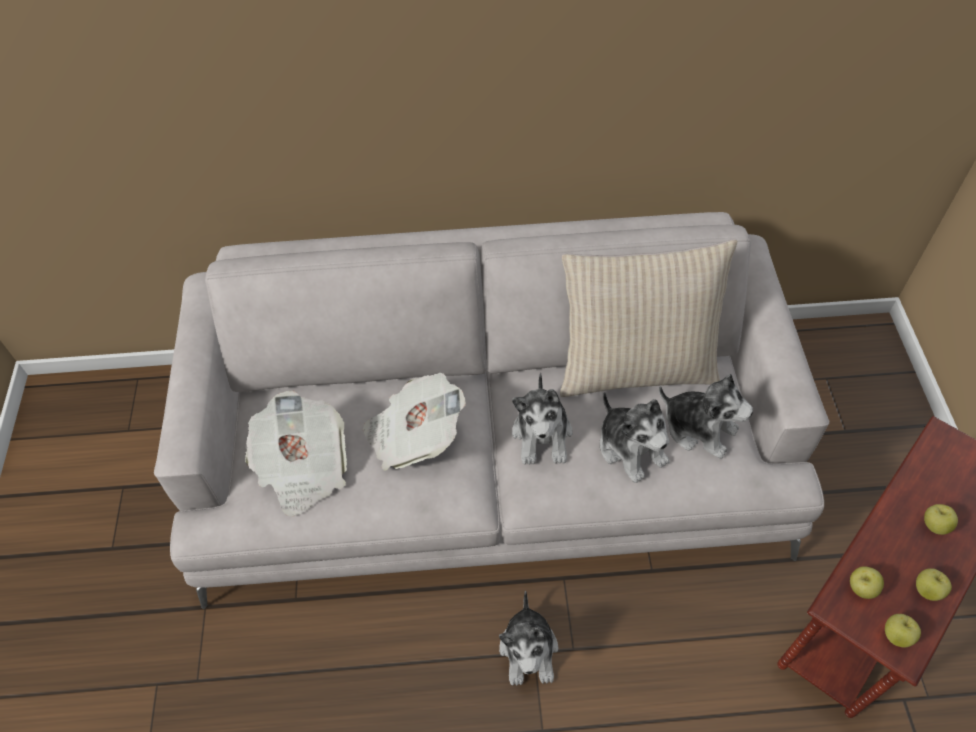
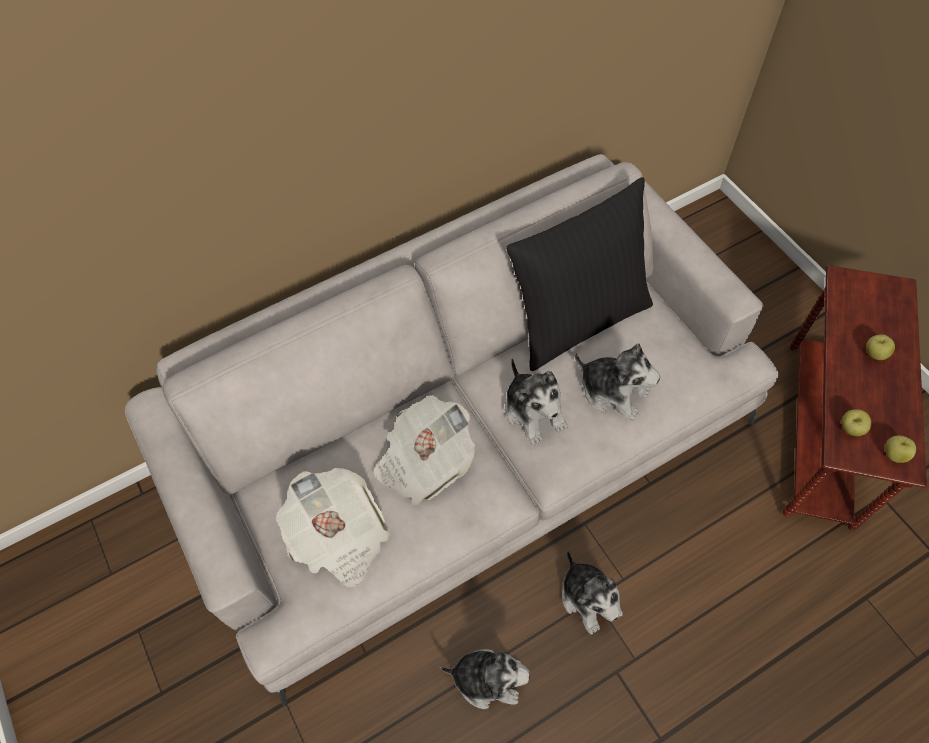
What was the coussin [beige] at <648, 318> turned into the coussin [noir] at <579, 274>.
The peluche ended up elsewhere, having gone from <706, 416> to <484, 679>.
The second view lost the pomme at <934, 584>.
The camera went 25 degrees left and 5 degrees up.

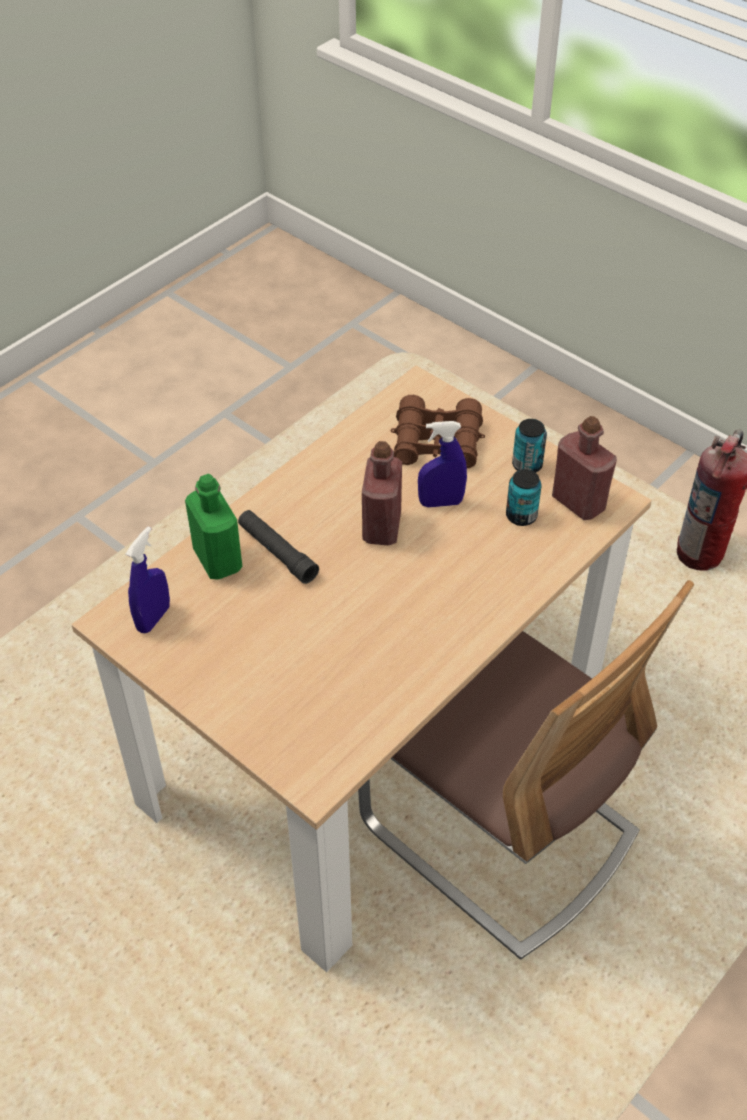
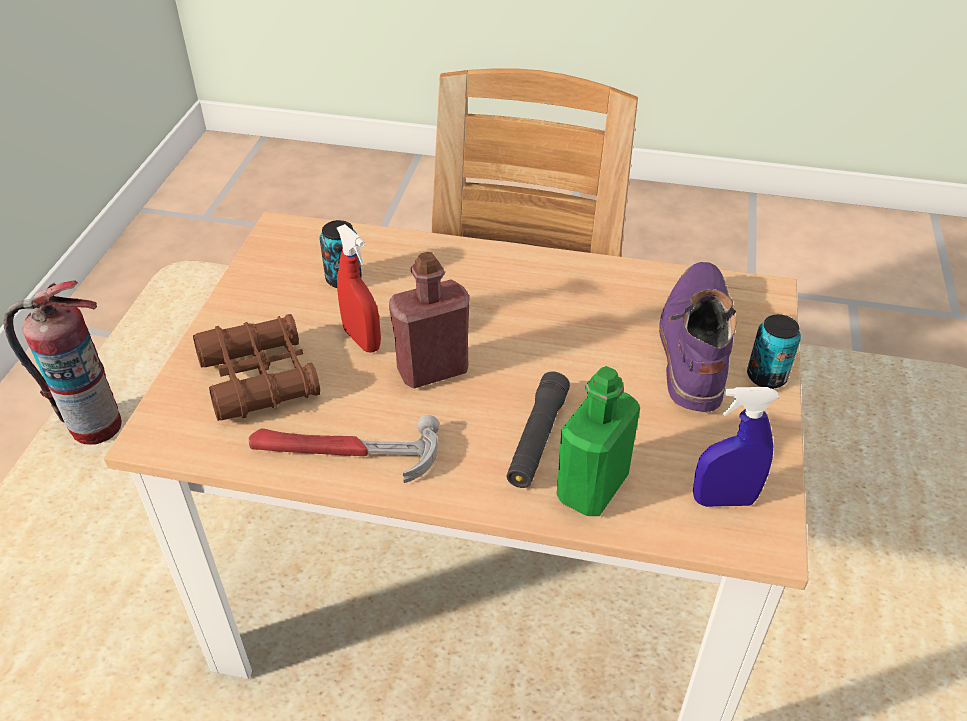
The second view lost the bouteille [rouge] at <584, 468>.
The boîte métallique ended up elsewhere, having gone from <529, 445> to <774, 351>.
What was the vaporisateur [bleu] at <442, 464> turned into the vaporisateur [rouge] at <359, 288>.
The second view gained the botte [violet] at <697, 337>.
The second view gained the marteau at <344, 449>.
The camera went 120 degrees left and 5 degrees down.

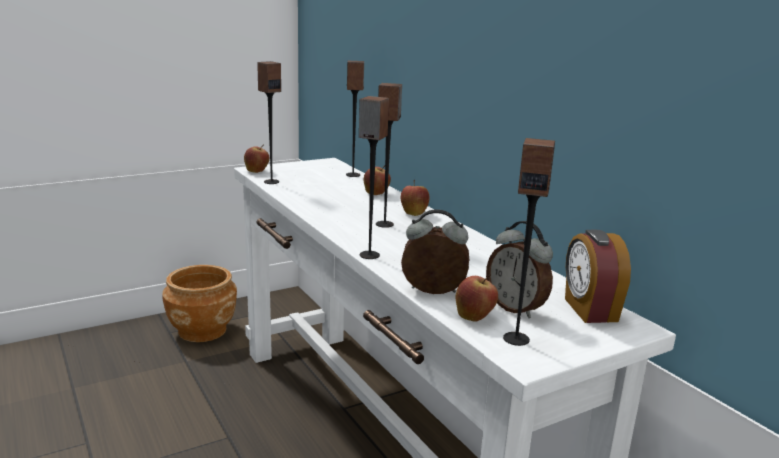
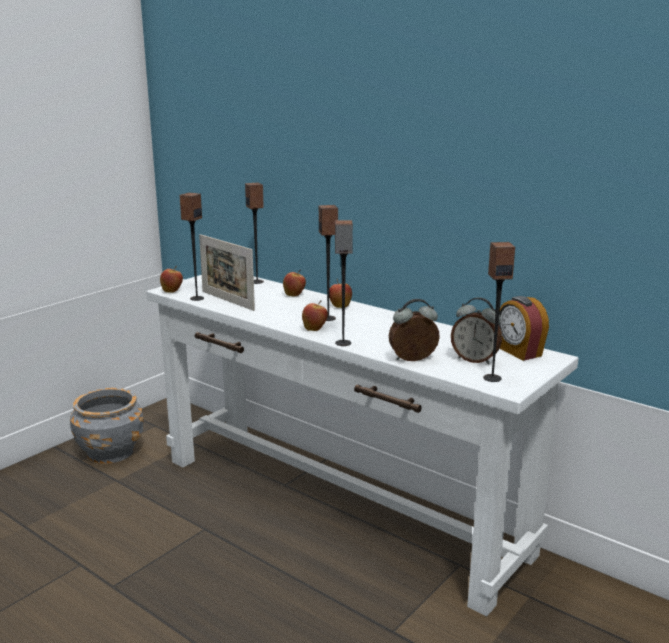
What was the cache-pot [marron] at <200, 303> turned into the cache-pot [gris] at <106, 426>.
The pomme ended up elsewhere, having gone from <477, 298> to <315, 315>.
The second view gained the cadre photo at <227, 272>.
The camera went 20 degrees left and 0 degrees up.

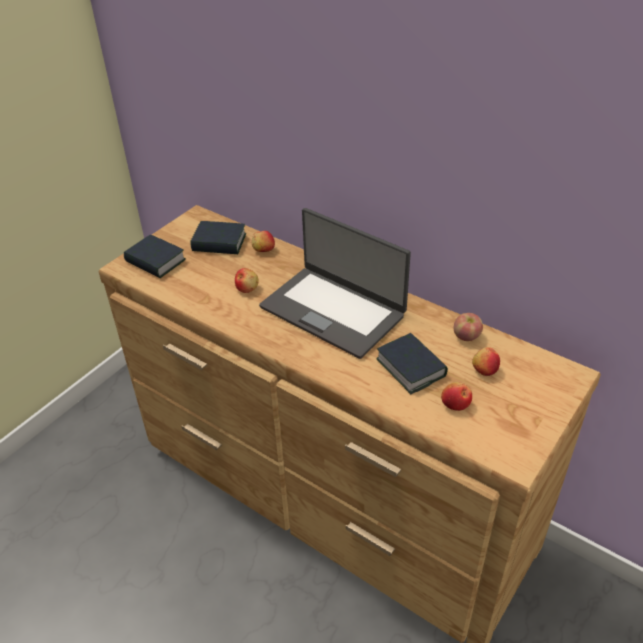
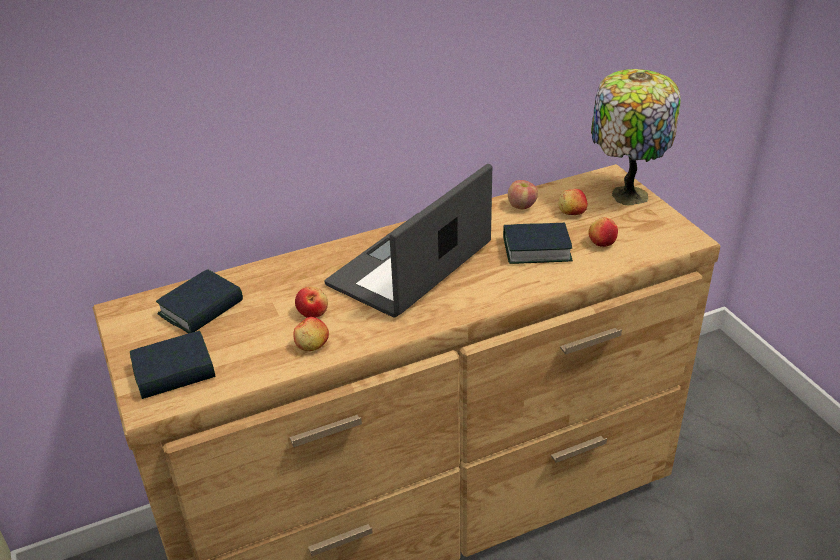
The ordinateur portable at <335, 283> ended up facing another way, 150 degrees clockwise from before.
The pomme ended up elsewhere, having gone from <263, 241> to <311, 334>.
The second view gained the lampe de table at <636, 137>.
The camera went 60 degrees left and 5 degrees down.

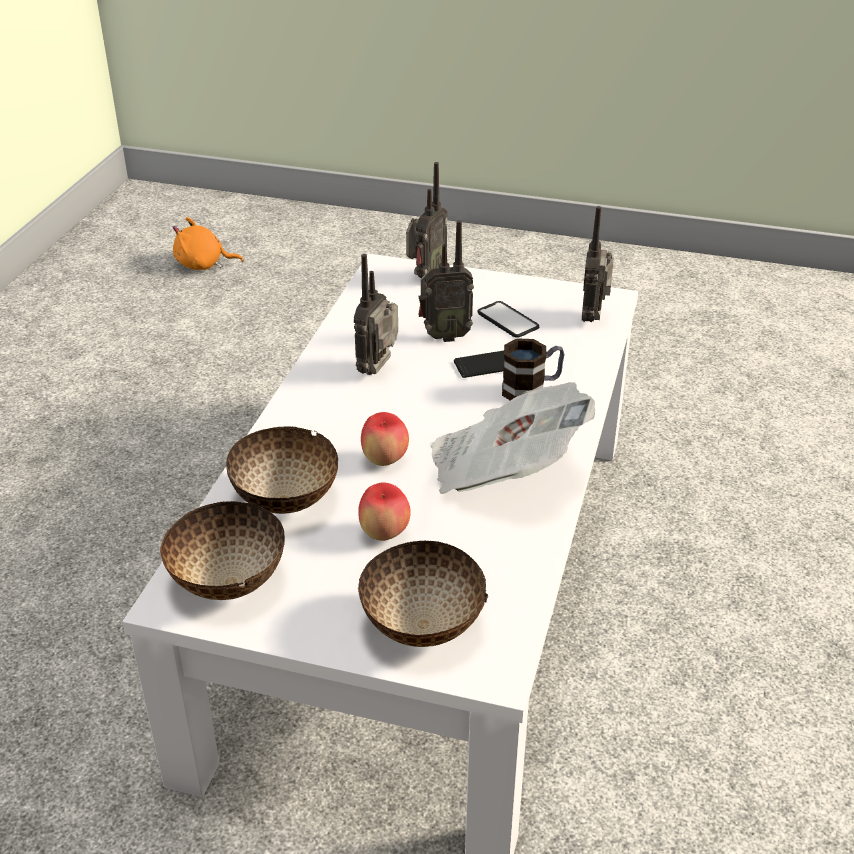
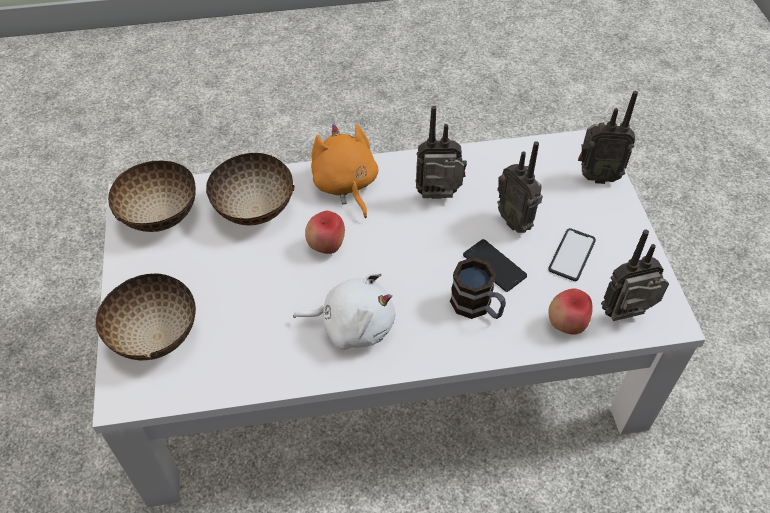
The peluche [orange] ended up elsewhere, having gone from <208, 243> to <344, 170>.
Where the journal stood at <513, 438>, the peluche [blanc] came to stand at <344, 311>.
The pomme ended up elsewhere, having gone from <384, 511> to <571, 311>.
The camera went 65 degrees right and 15 degrees up.

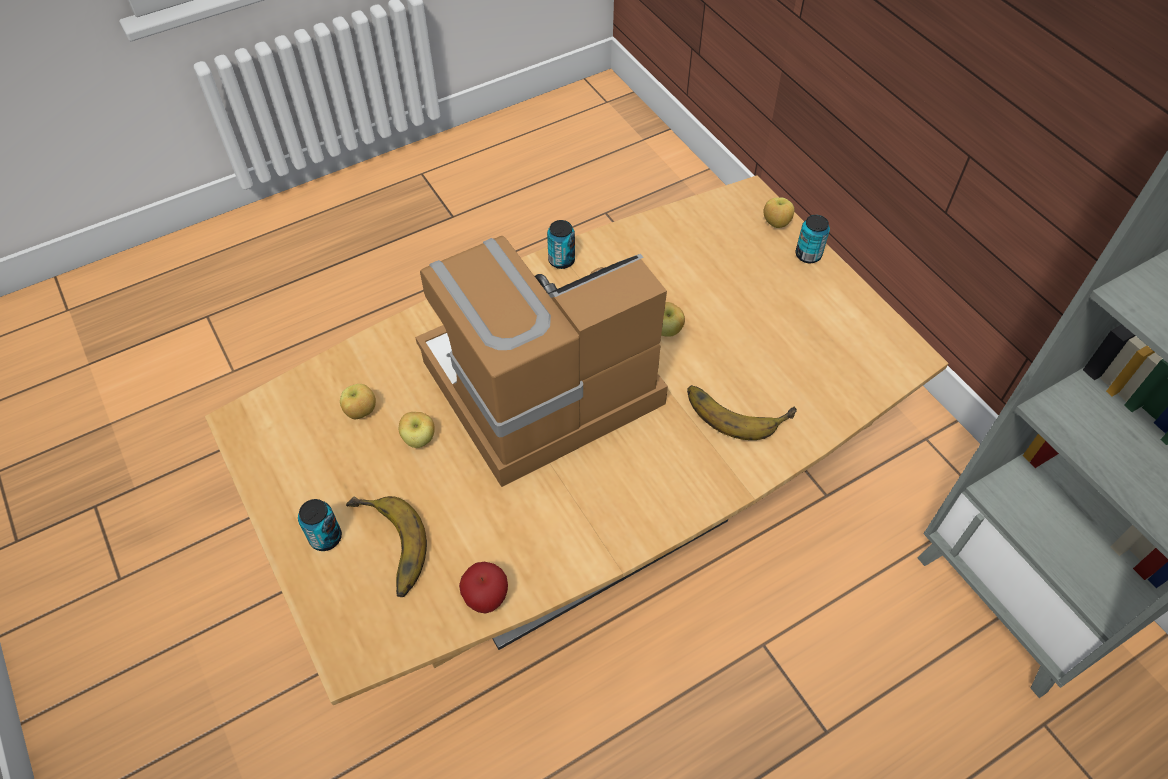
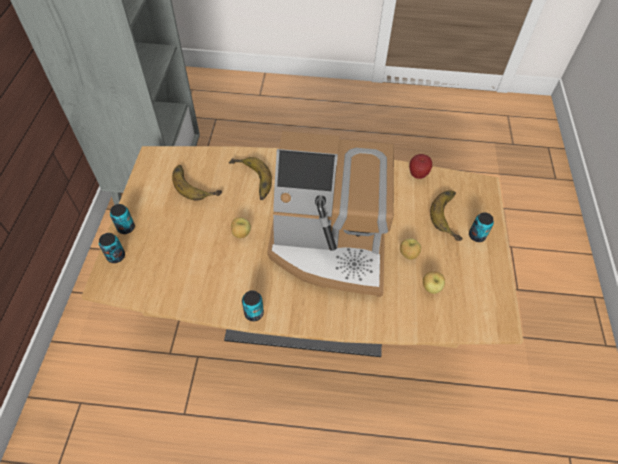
Where the pomme stood at <778, 212>, the boîte métallique came to stand at <112, 248>.
The second view gained the banane at <197, 182>.
The camera went 145 degrees left and 0 degrees up.

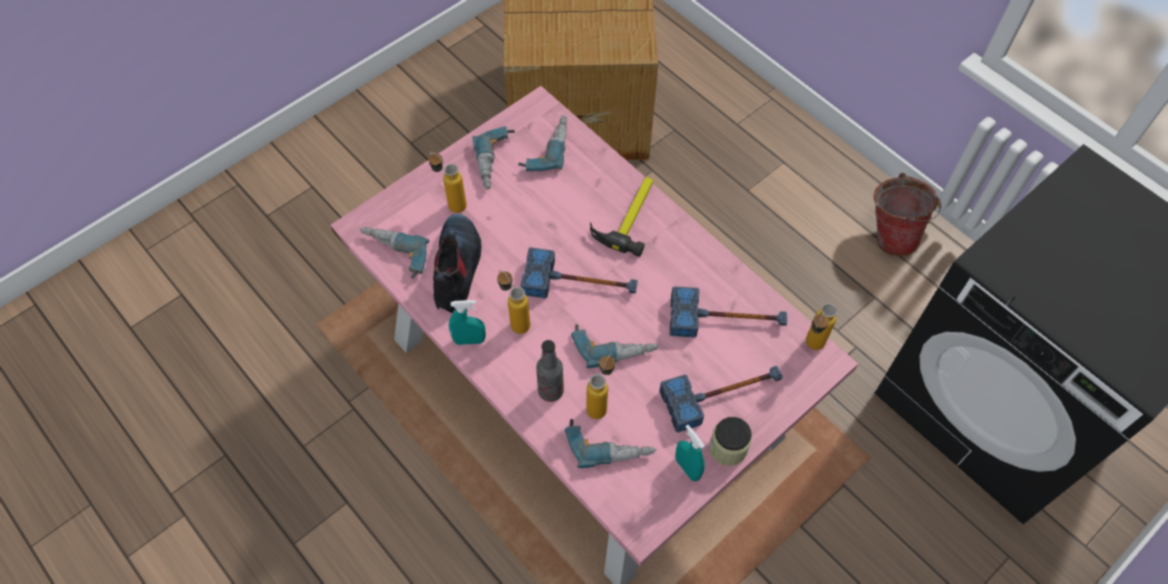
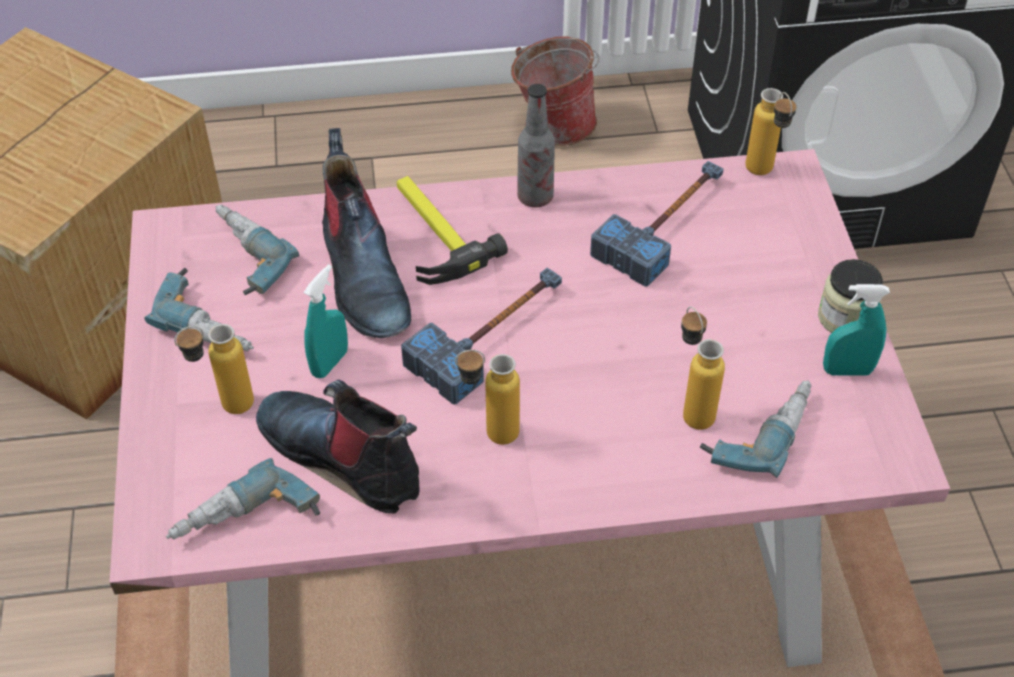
The vaporisateur [turquoise] ended up elsewhere, having gone from <467, 322> to <325, 321>.
The second view lost the perceuse at <615, 346>.
The bouteille ended up elsewhere, having gone from <550, 371> to <536, 145>.
The second view lost the marteau at <721, 399>.
The second view gained the botte at <366, 233>.
The camera went 55 degrees left and 10 degrees down.

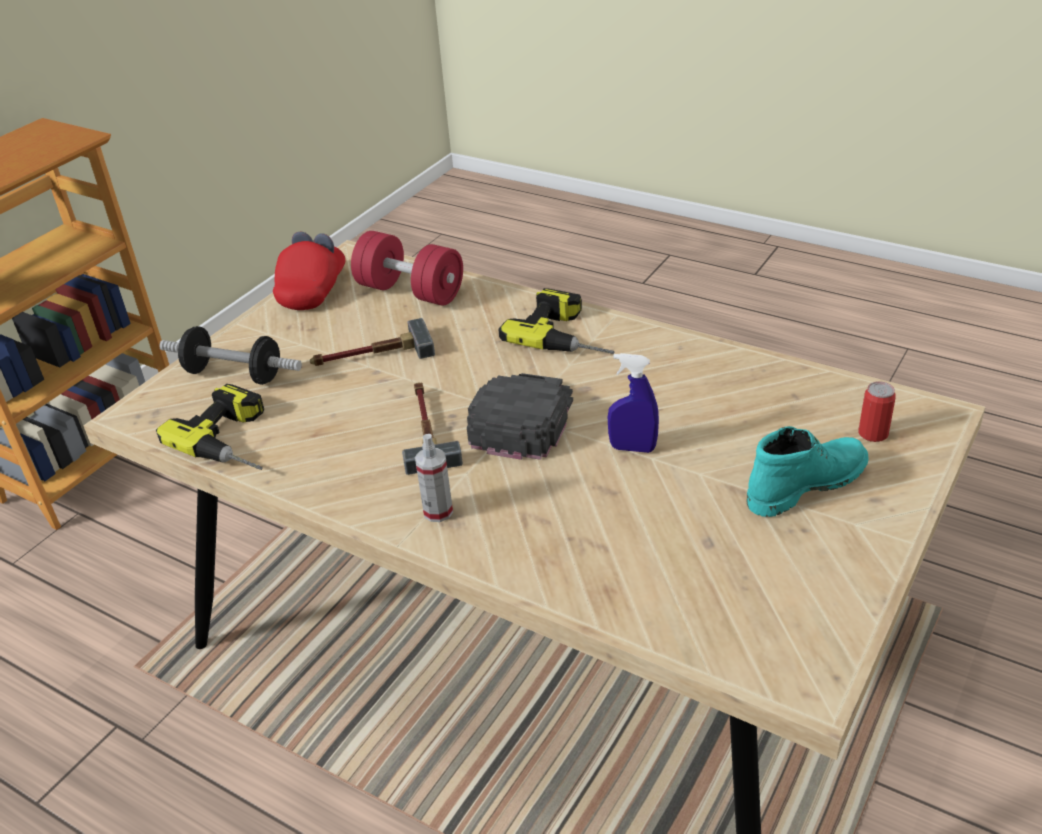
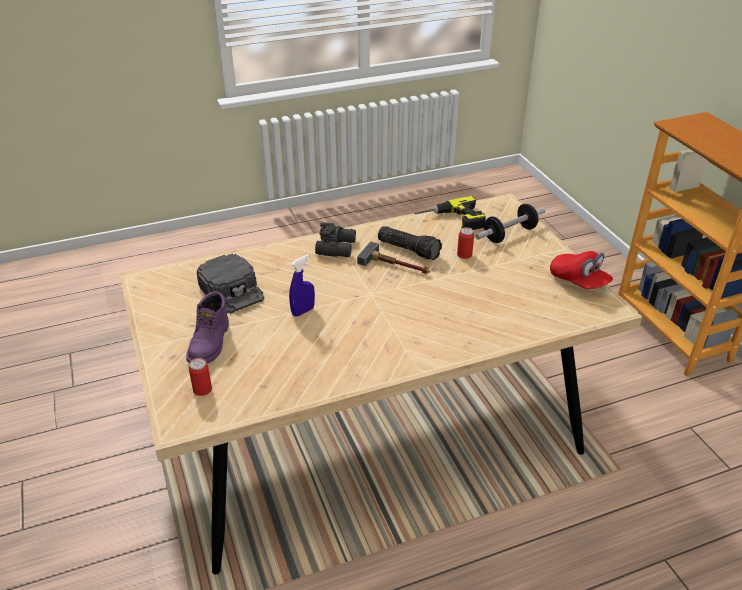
The second view lost the haltère [rouge] at <407, 268>.
The second view lost the perceuse at <556, 321>.
The second view lost the marteau at <372, 342>.
The casquette [noir] ended up elsewhere, having gone from <520, 416> to <230, 283>.
What was the botte [turquoise] at <808, 471> turned into the botte [violet] at <207, 327>.
Where the vaporisateur stood at <434, 478>, the jumelles [noir] came to stand at <335, 239>.
The second view gained the lampe de poche at <410, 243>.
The second view gained the boîte métallique at <465, 243>.
The camera went 125 degrees right and 0 degrees up.

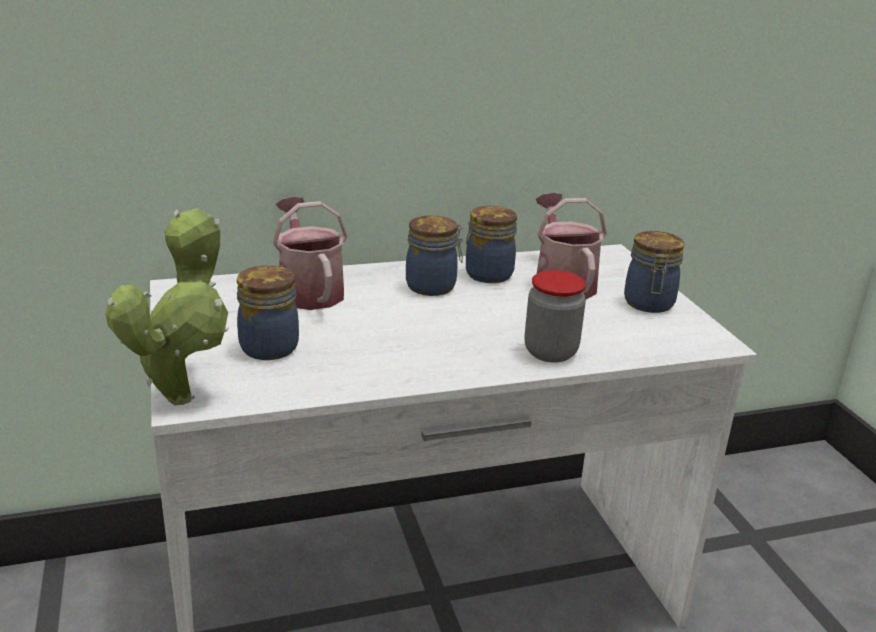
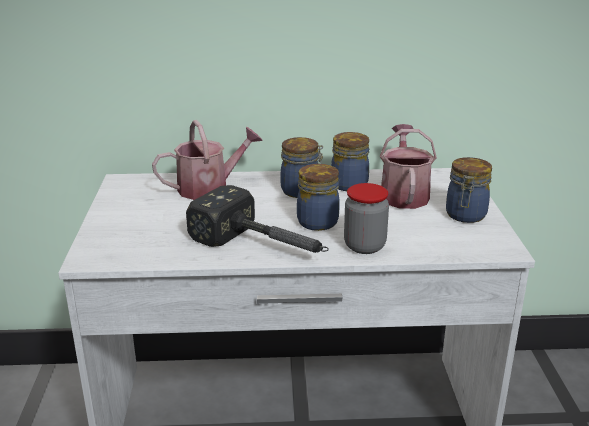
The arrosoir at <310, 253> ended up facing another way, 75 degrees clockwise from before.
The second view lost the plante en pot at <167, 307>.
The bocal ended up elsewhere, having gone from <268, 312> to <318, 197>.
The second view gained the marteau at <257, 219>.
The camera went 15 degrees right and 0 degrees up.

